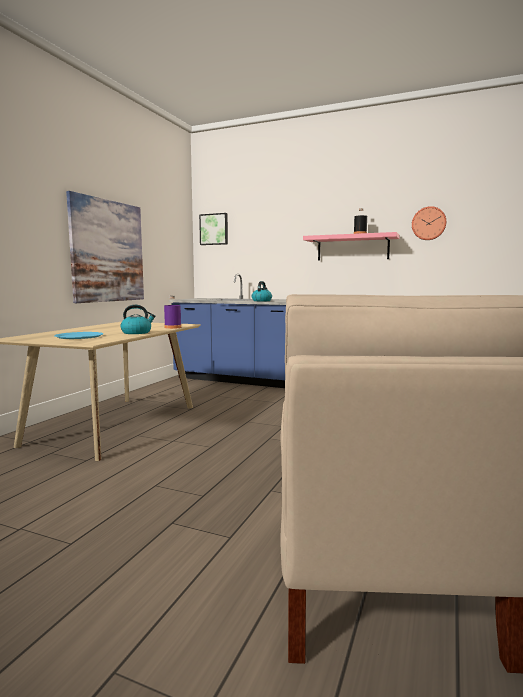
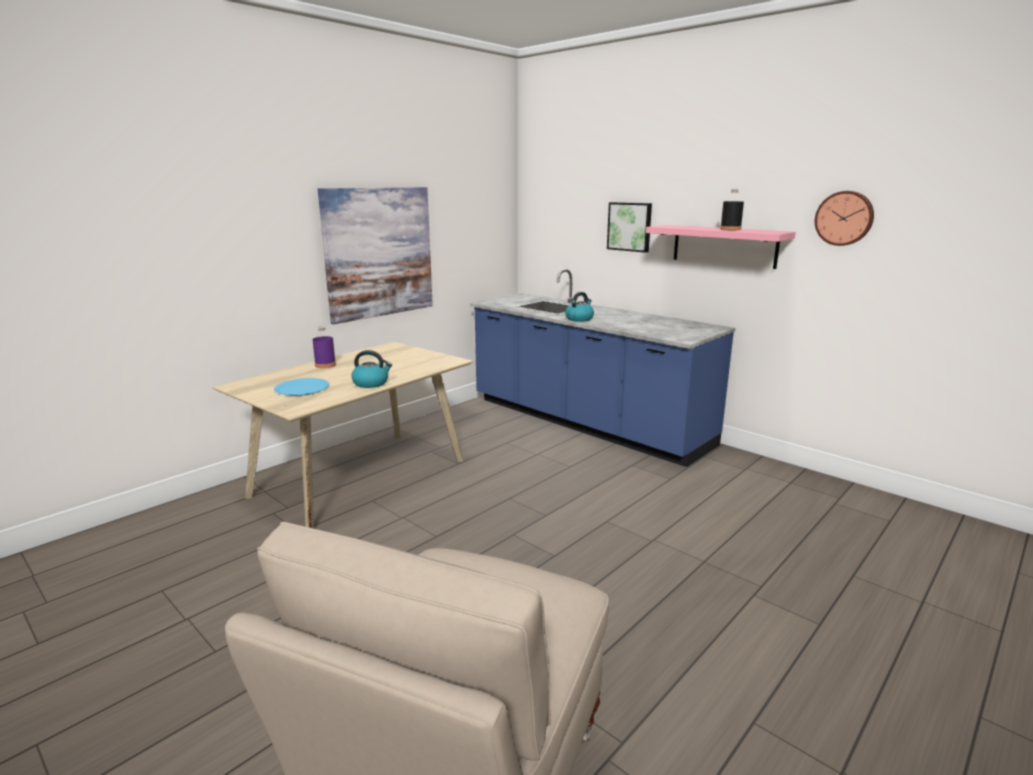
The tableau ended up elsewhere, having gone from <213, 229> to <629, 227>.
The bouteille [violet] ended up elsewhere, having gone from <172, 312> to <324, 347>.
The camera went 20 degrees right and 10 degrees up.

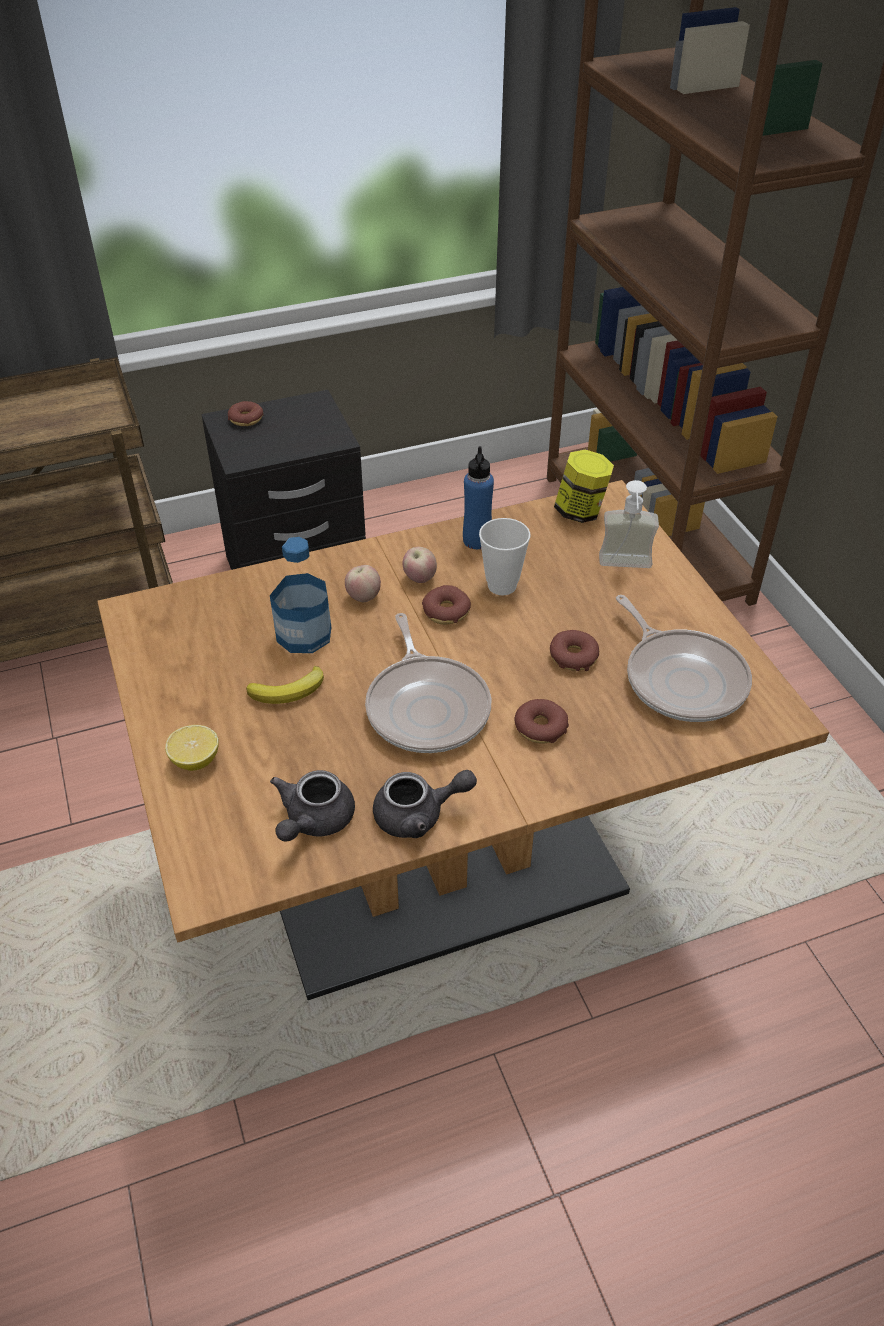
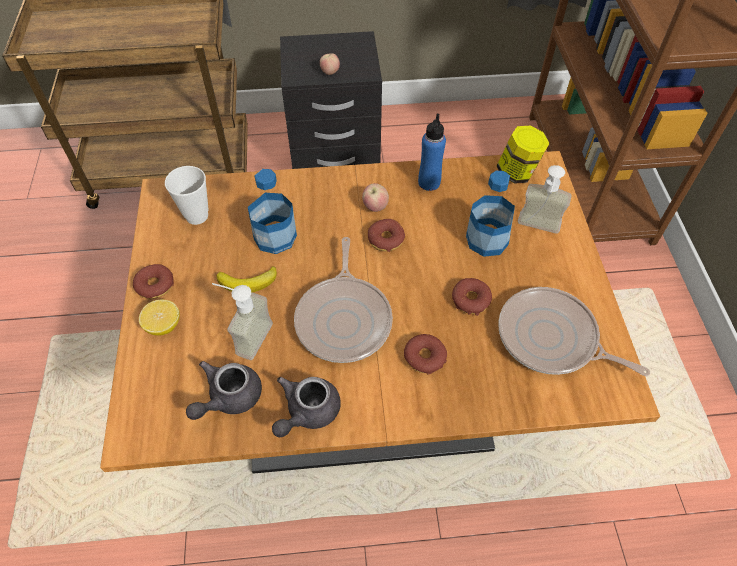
The beignet ended up elsewhere, having gone from <246, 413> to <153, 281>.
The tasse ended up elsewhere, having gone from <505, 556> to <186, 195>.
The pomme ended up elsewhere, having gone from <363, 583> to <330, 64>.
The poêle at <684, 658> ended up facing another way, 135 degrees clockwise from before.
The théière [gris] at <425, 804> ended up facing another way, 120 degrees clockwise from before.
The second view gained the bouteille at <490, 214>.
The second view gained the distributeur de savon at <242, 321>.
The camera went 15 degrees right and 10 degrees up.

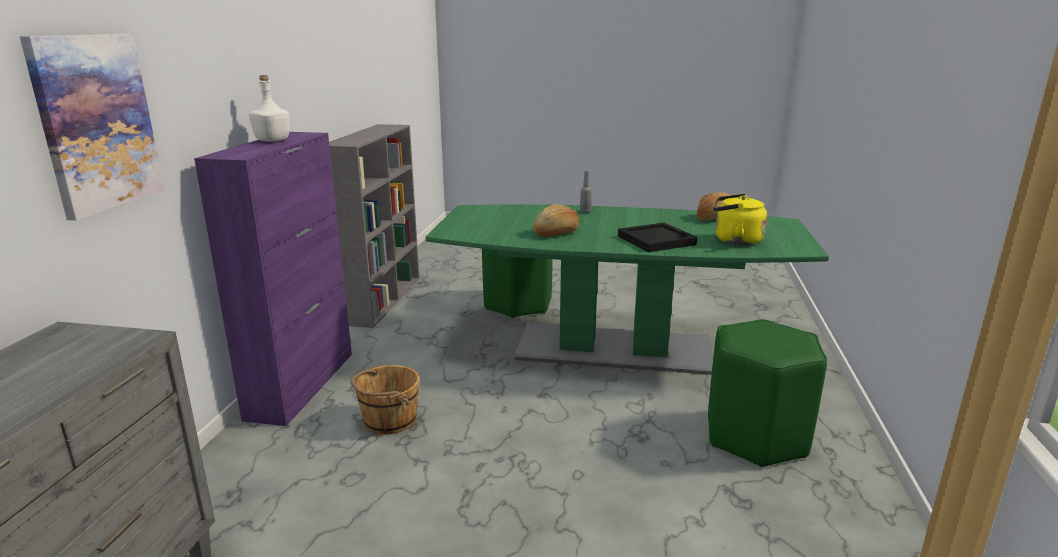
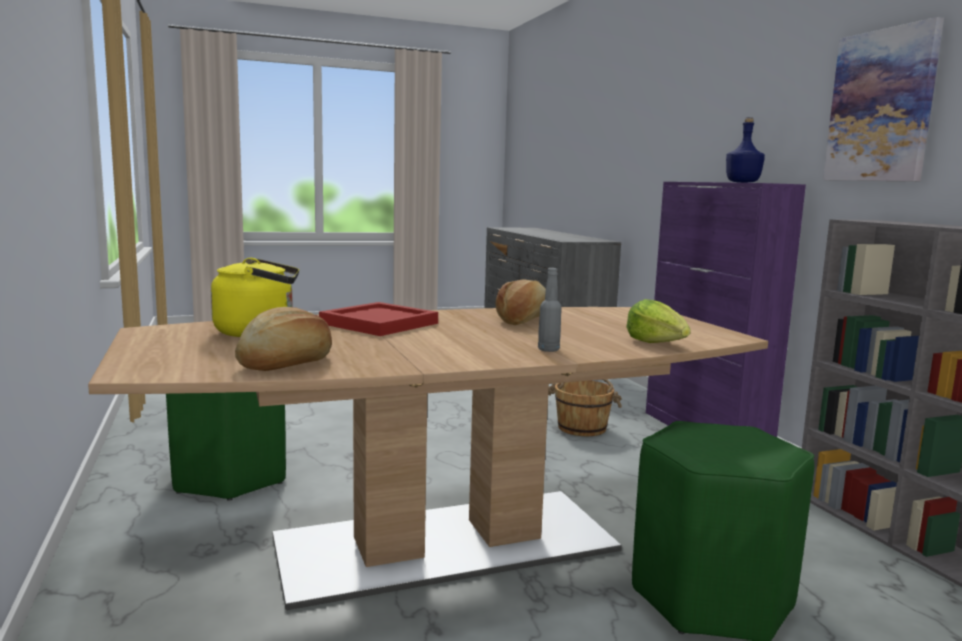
The tableau ended up elsewhere, having gone from <92, 127> to <883, 99>.
What was the bouteille [blanc] at <269, 108> turned into the bouteille [bleu] at <745, 150>.
What was the table à manger [vert] at <627, 289> turned into the table à manger [marron] at <428, 458>.
What was the plateau [noir] at <657, 237> turned into the plateau [rouge] at <378, 319>.
The second view gained the laitue at <658, 321>.
The camera went 150 degrees right and 10 degrees down.

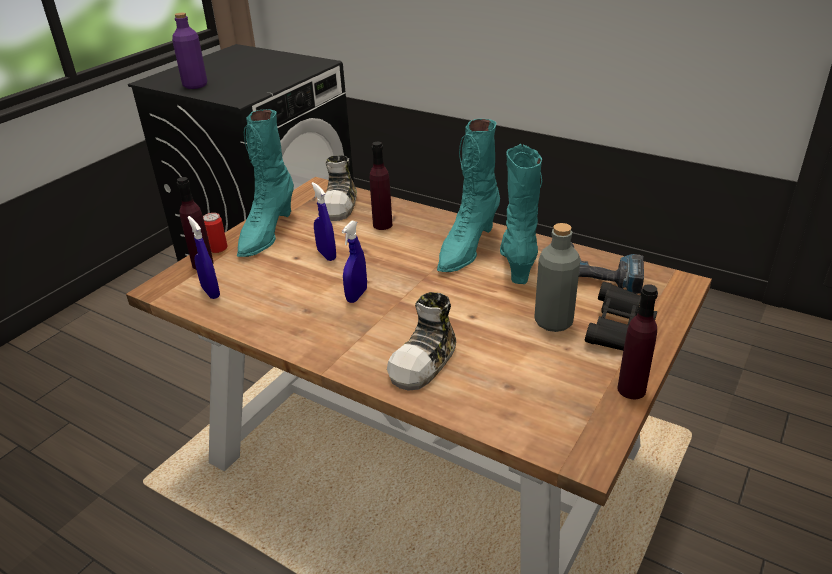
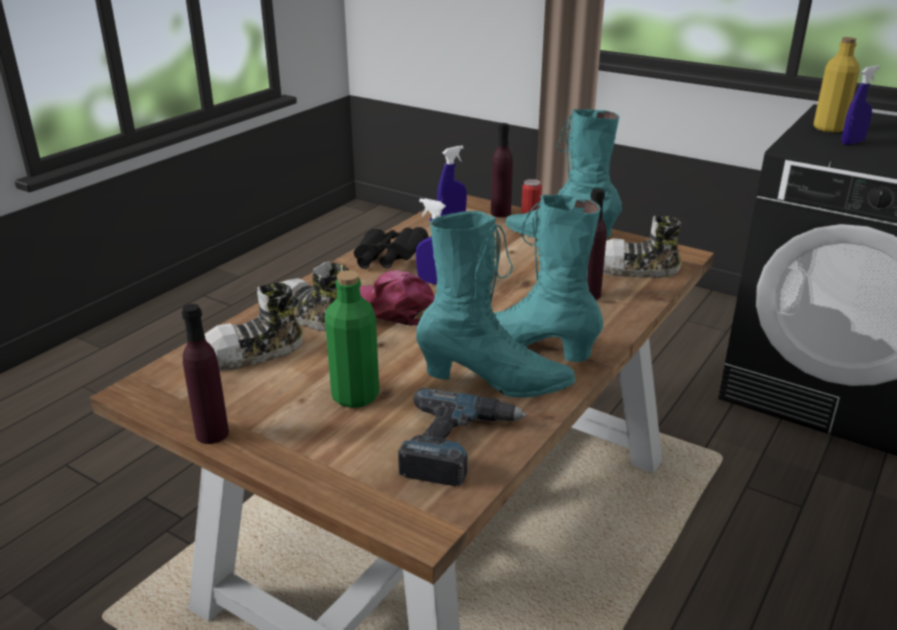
What was the bouteille [violet] at <189, 51> turned into the bouteille [jaune] at <837, 84>.
The vaporisateur [bleu] ended up elsewhere, having gone from <323, 221> to <860, 105>.
What was the bouteille [gris] at <557, 277> turned into the bouteille [vert] at <352, 339>.
The jumelles [noir] ended up elsewhere, having gone from <621, 316> to <391, 248>.
The second view gained the casquette [rose] at <397, 298>.
The second view gained the chaussure at <253, 327>.
The camera went 90 degrees right and 5 degrees down.

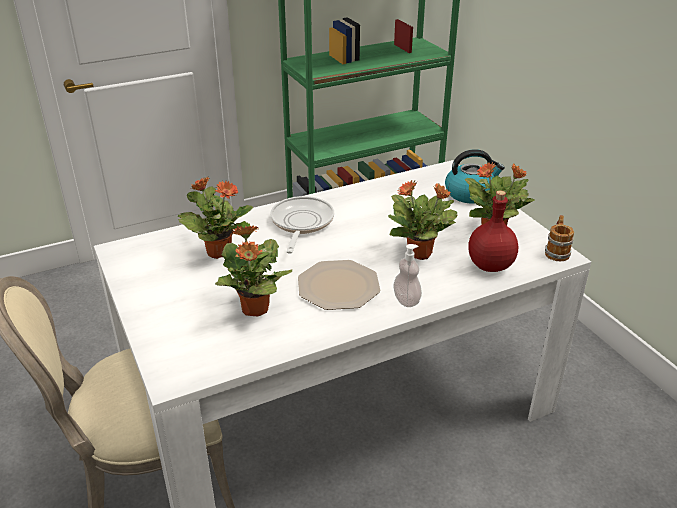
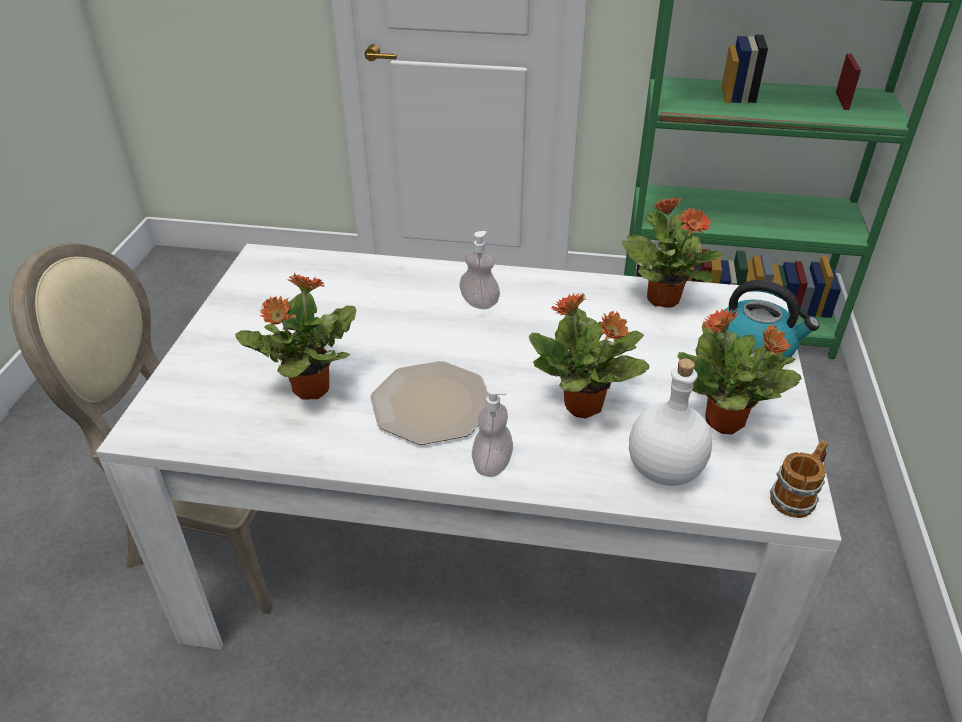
The plante en pot ended up elsewhere, having gone from <215, 218> to <673, 251>.
What was the bouteille [rouge] at <493, 231> turned into the bouteille [blanc] at <670, 422>.
Where the poêle stood at <302, 225>, the distributeur de savon came to stand at <479, 270>.
The camera went 35 degrees right and 5 degrees up.

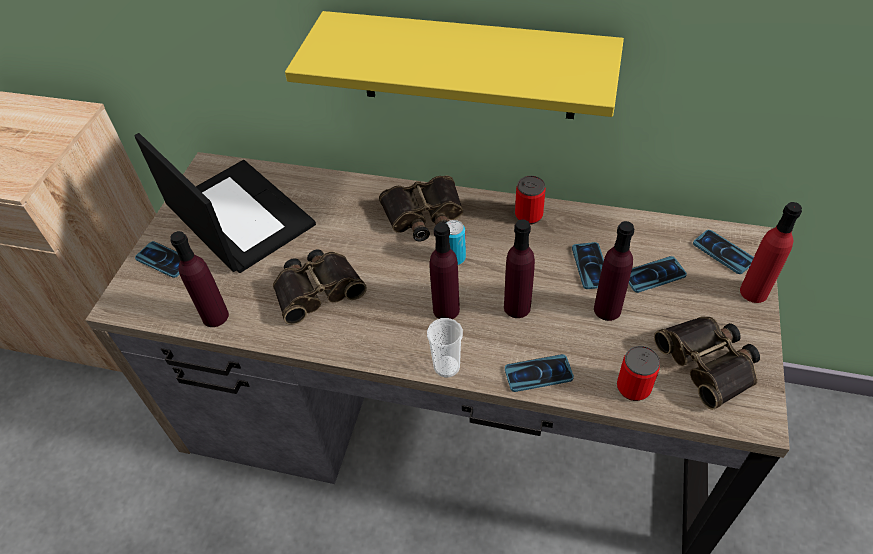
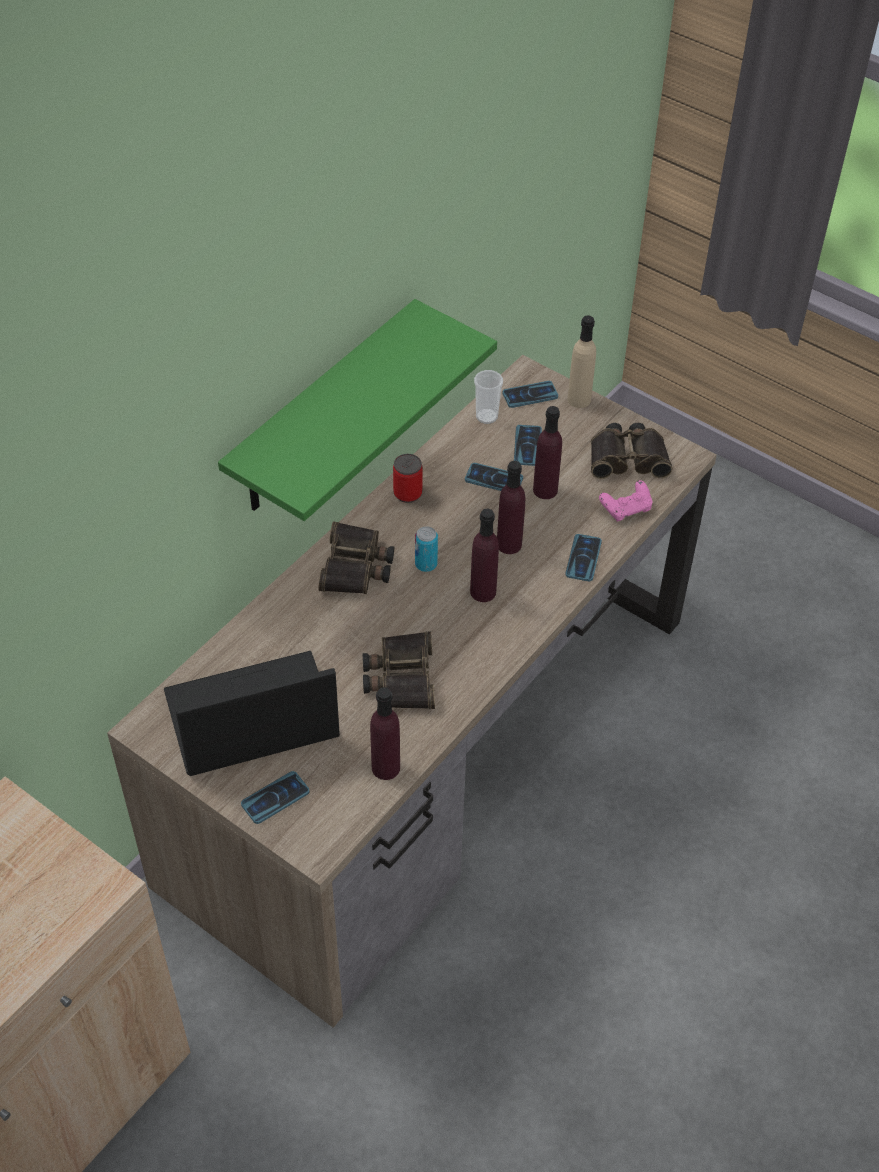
What was the étagère [jaune] at <454, 65> turned into the étagère [vert] at <357, 410>.
What was the bouteille [rouge] at <771, 252> turned into the bouteille [beige] at <582, 361>.
The tasse ended up elsewhere, having gone from <445, 347> to <488, 397>.
Where the boîte métallique stood at <638, 373>, the manette [rose] came to stand at <625, 501>.
The camera went 70 degrees left and 0 degrees up.

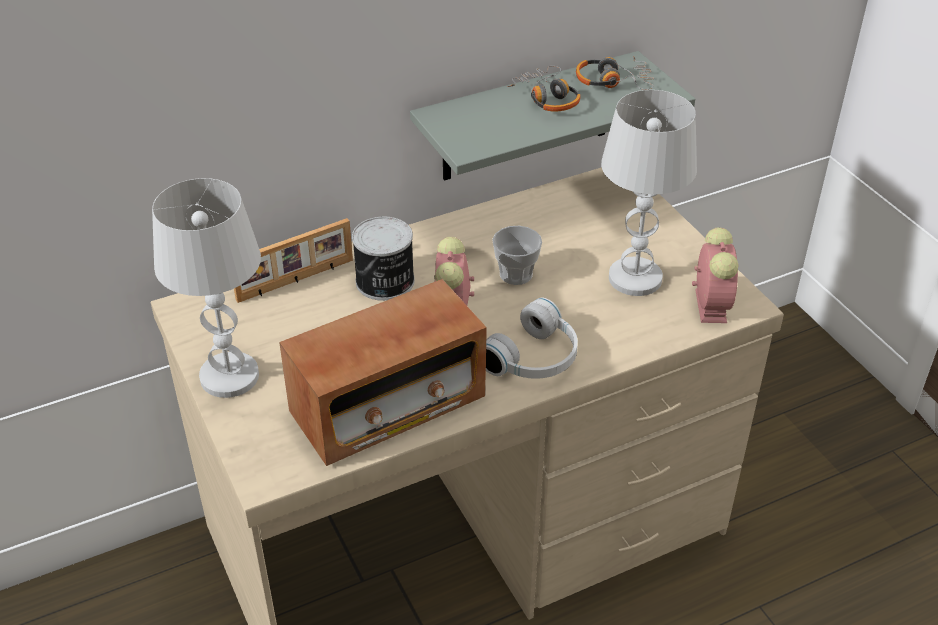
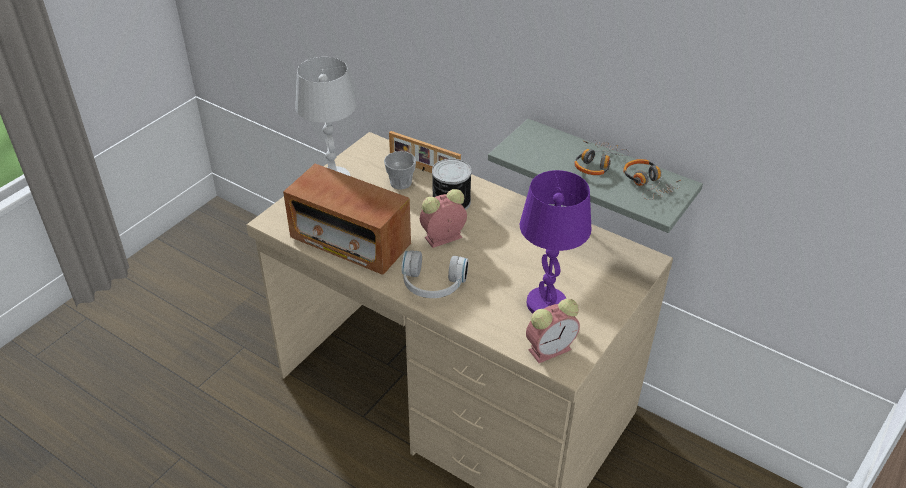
What was the lampe de table [blanc] at <649, 193> turned into the lampe de table [violet] at <555, 242>.
The tasse ended up elsewhere, having gone from <517, 255> to <400, 170>.
The camera went 60 degrees right and 0 degrees up.

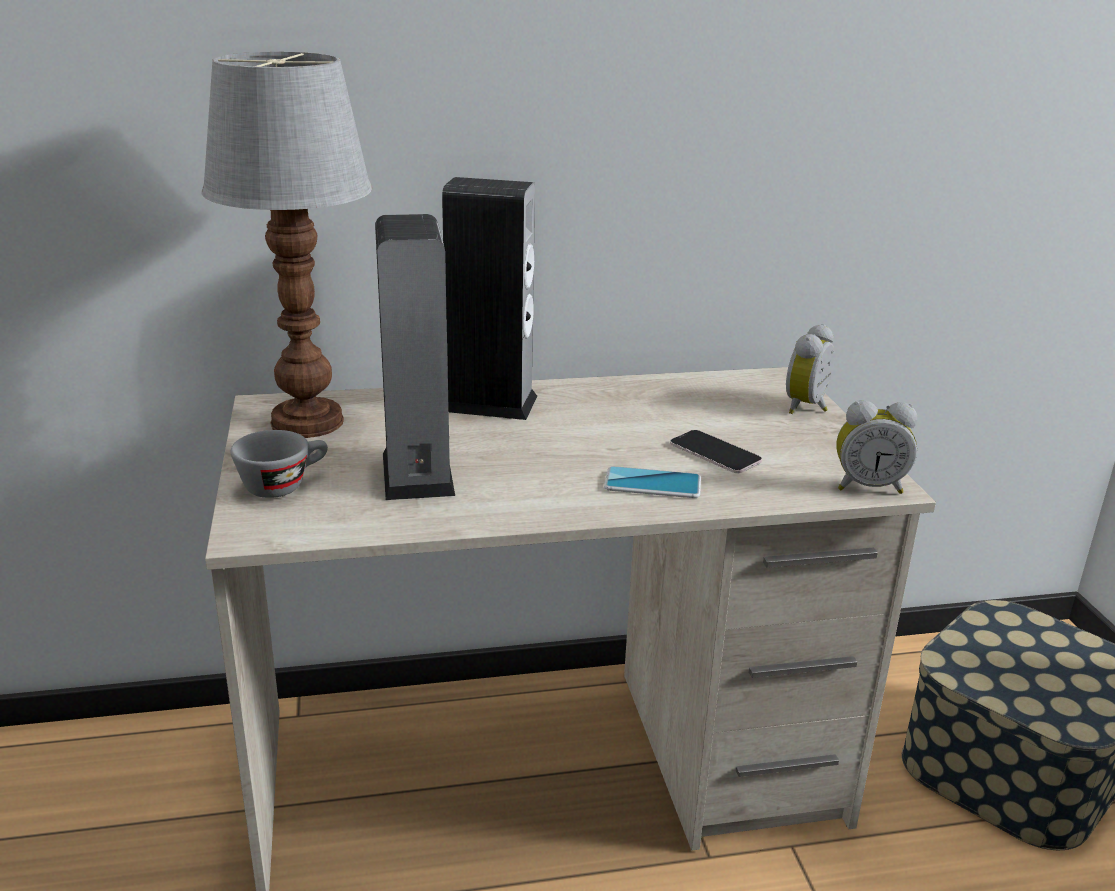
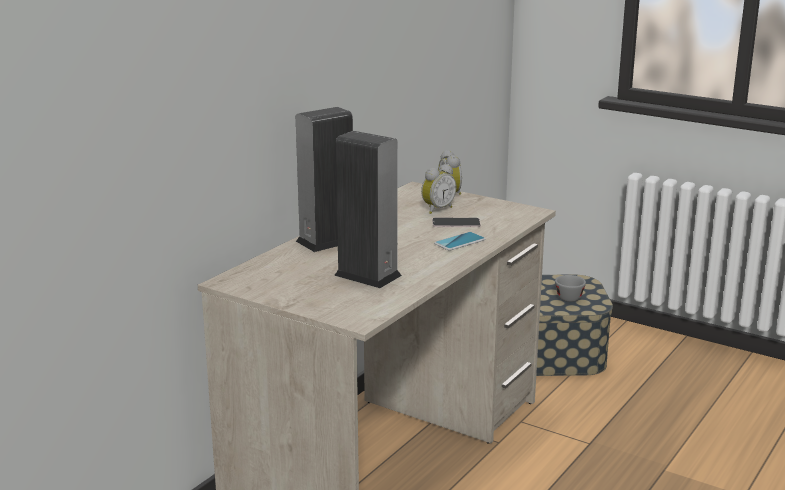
The second view lost the lampe de table at <287, 245>.
The réveil ended up elsewhere, having gone from <876, 447> to <438, 189>.
The tasse [gris] ended up elsewhere, having gone from <279, 464> to <570, 288>.
The camera went 45 degrees left and 5 degrees down.

